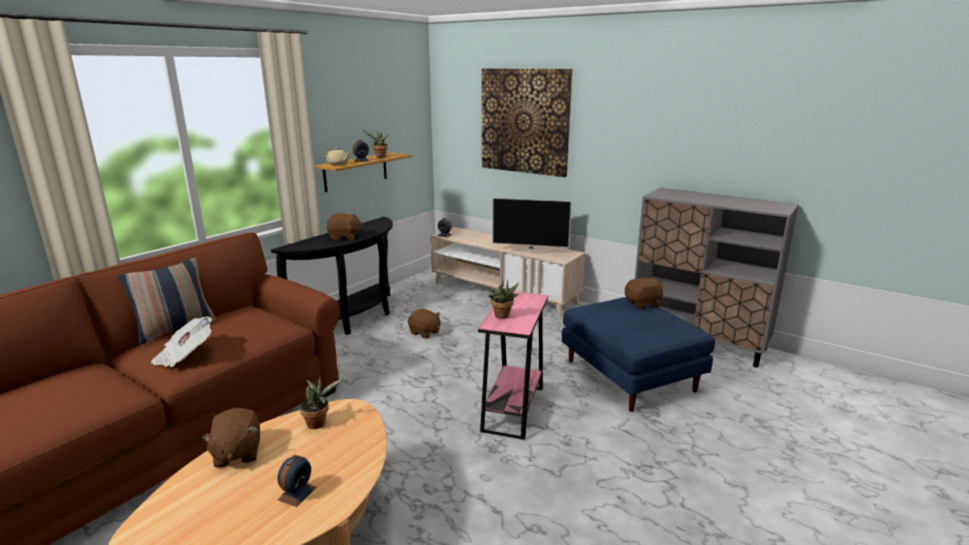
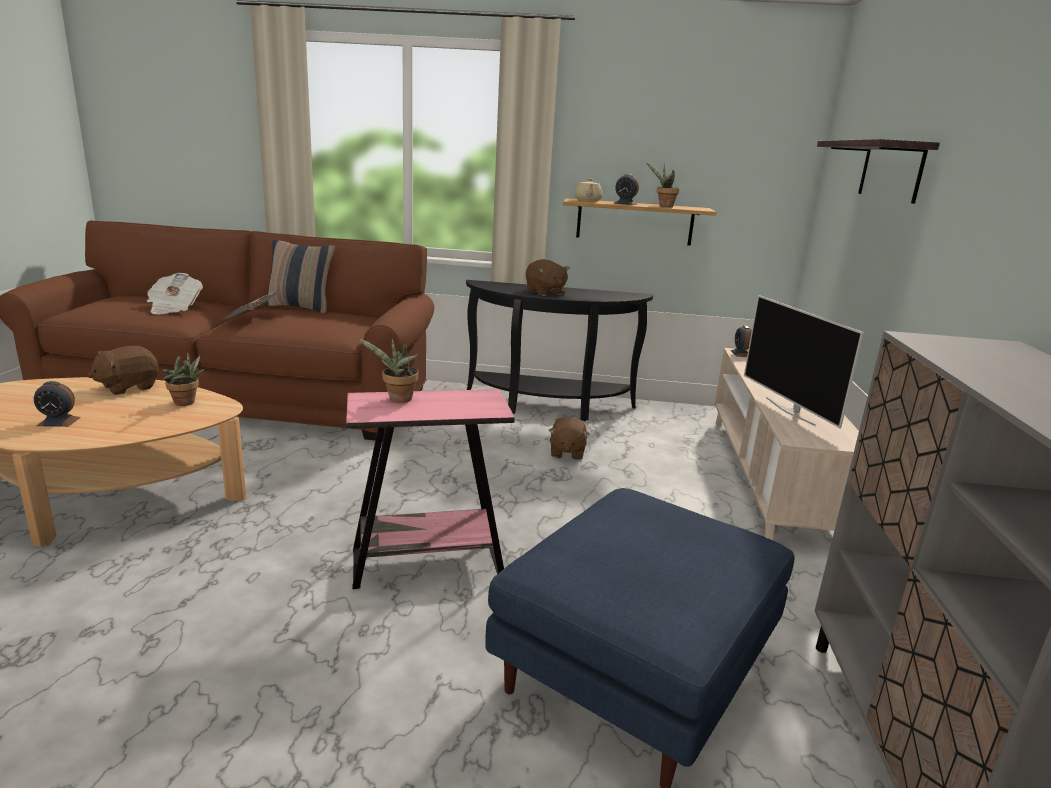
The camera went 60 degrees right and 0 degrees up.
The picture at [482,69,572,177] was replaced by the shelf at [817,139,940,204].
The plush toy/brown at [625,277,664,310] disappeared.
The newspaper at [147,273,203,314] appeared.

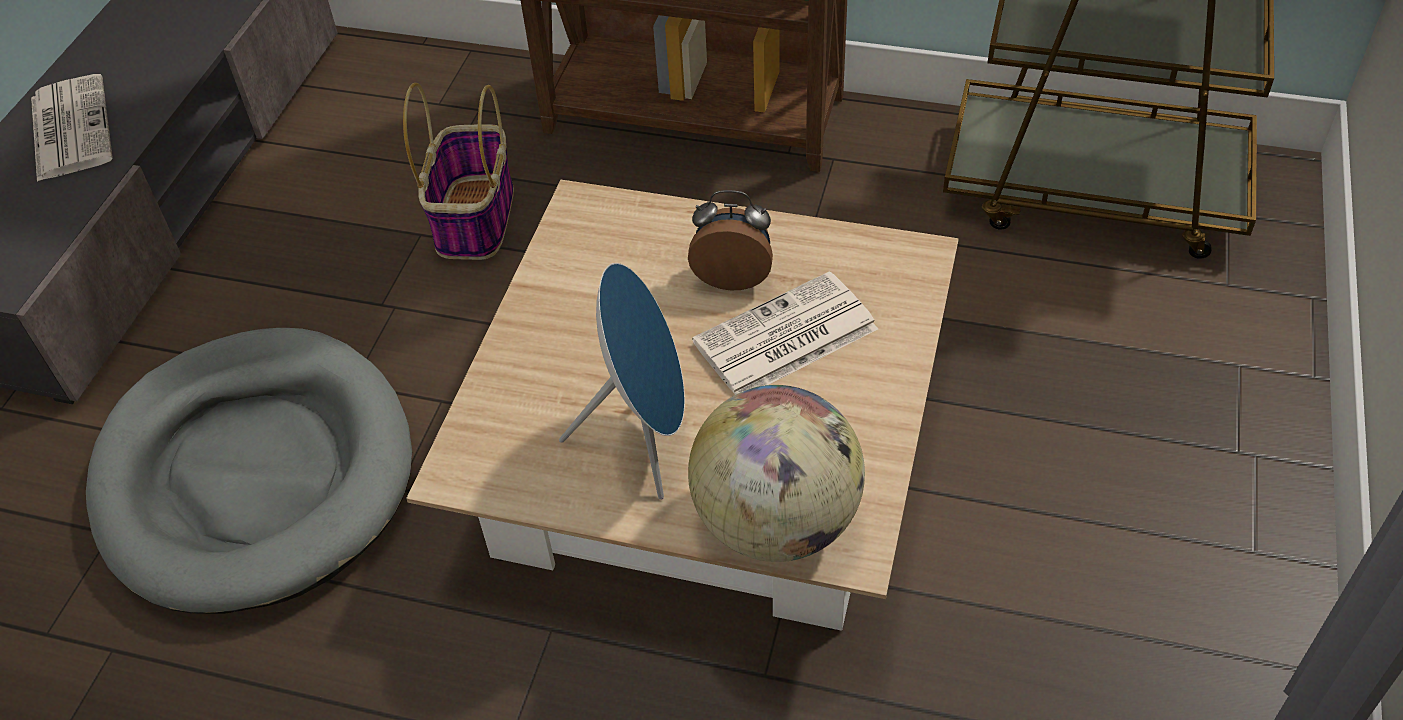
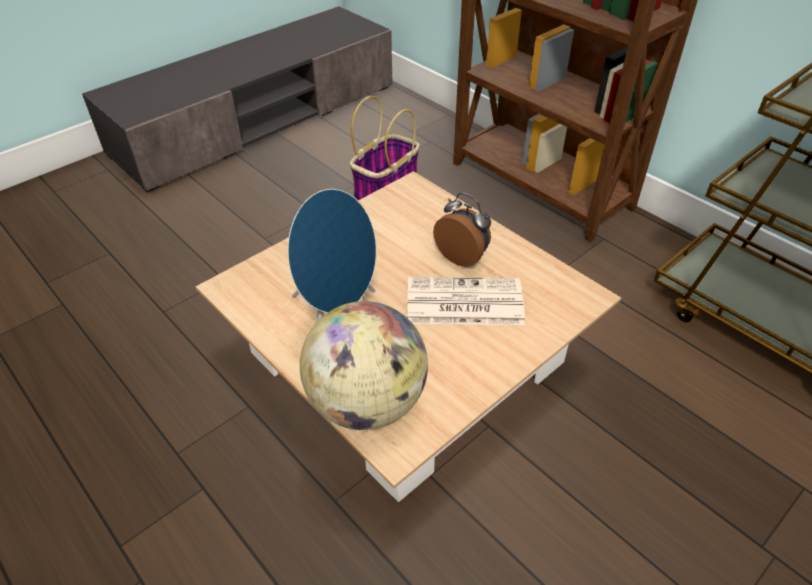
The camera went 30 degrees right and 5 degrees down.
The newspaper at [31,74,113,182] disappeared.
The dog bed/grey at [86,328,412,614] disappeared.

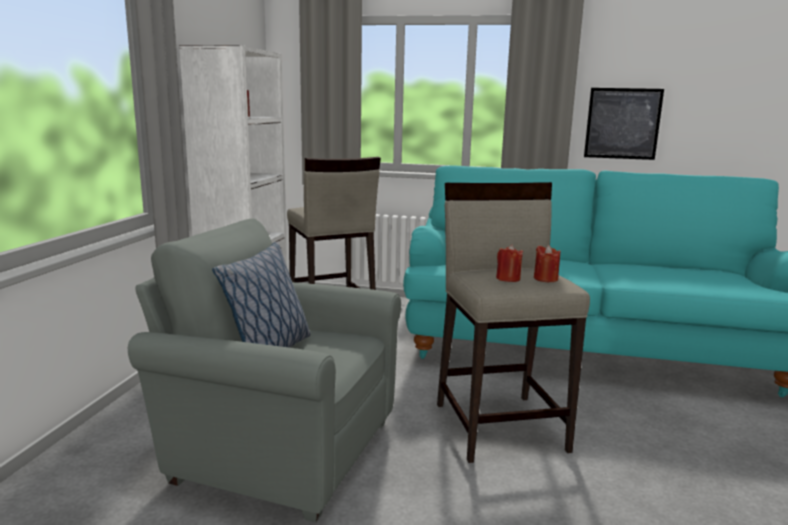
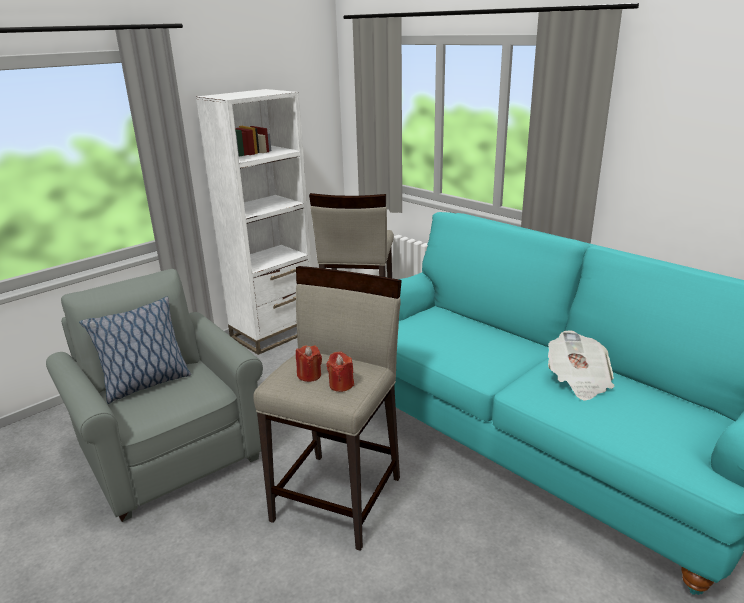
The camera went 35 degrees right and 10 degrees up.
The picture at [584,88,664,160] disappeared.
The newspaper at [548,330,615,401] appeared.

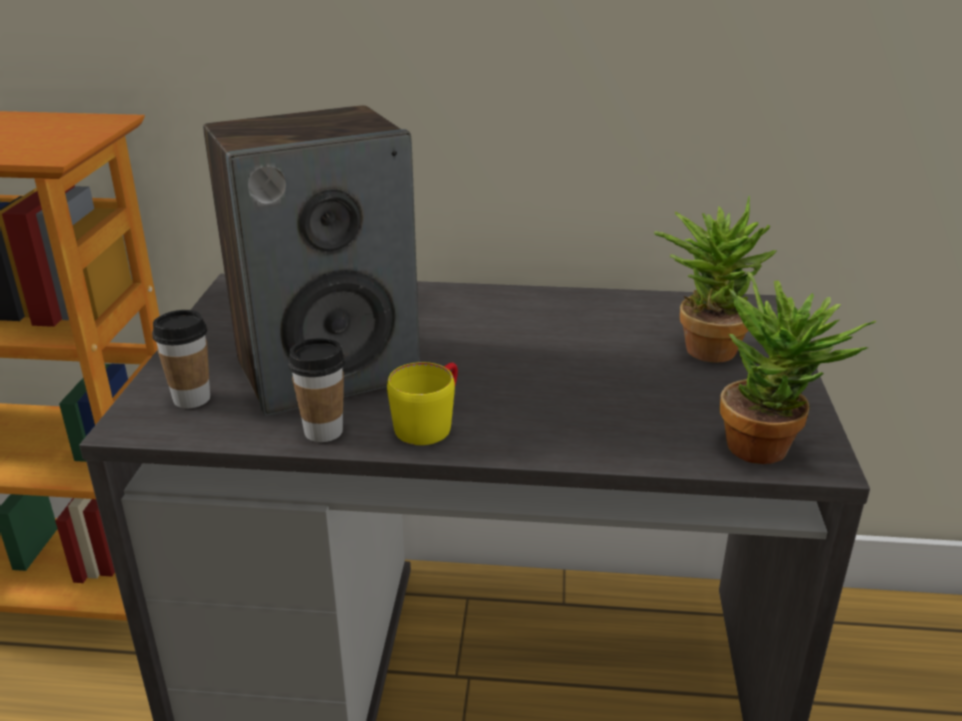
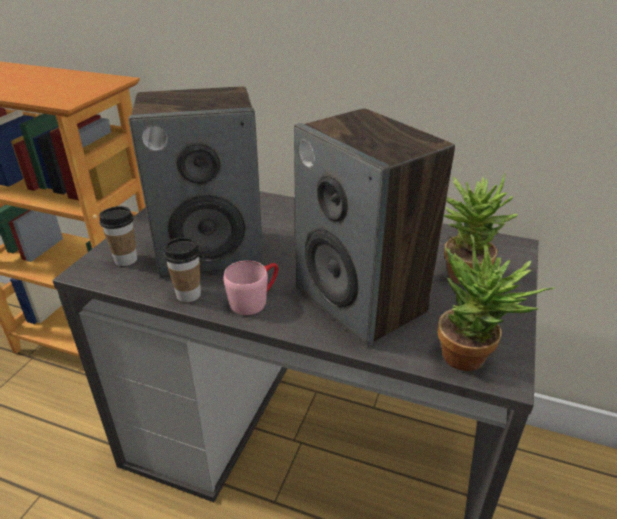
The camera went 15 degrees right and 5 degrees up.
The mug/yellow at [387,362,458,445] became the mug/pink at [223,261,278,315].
The speaker at [294,108,455,346] appeared.

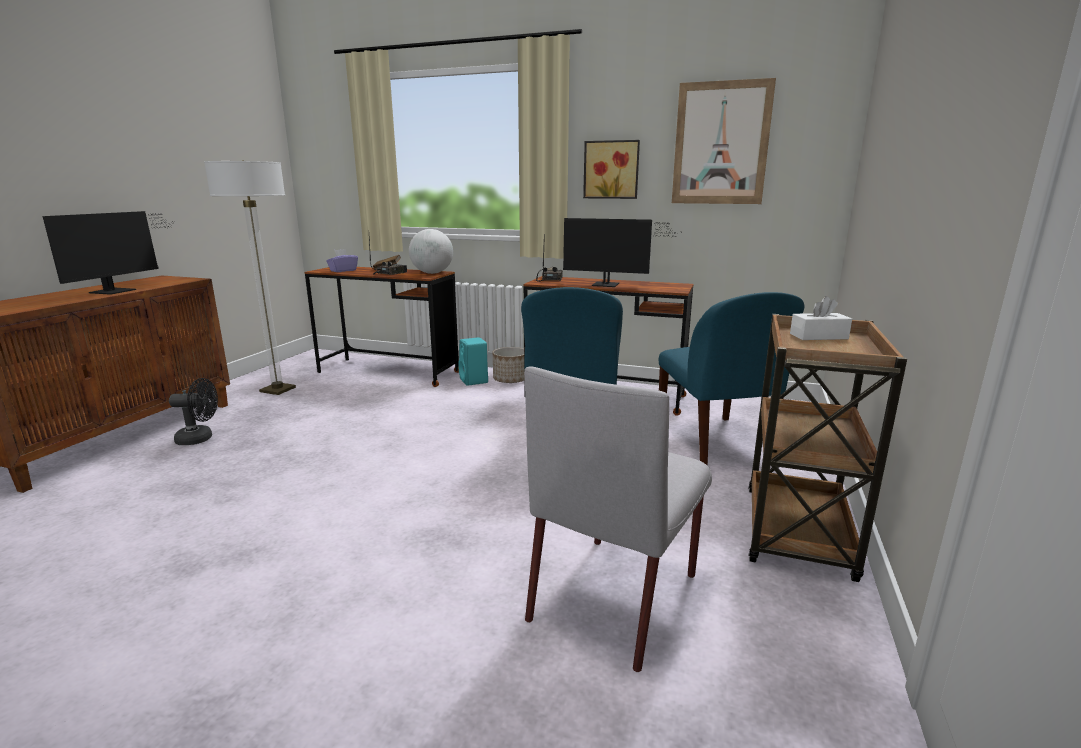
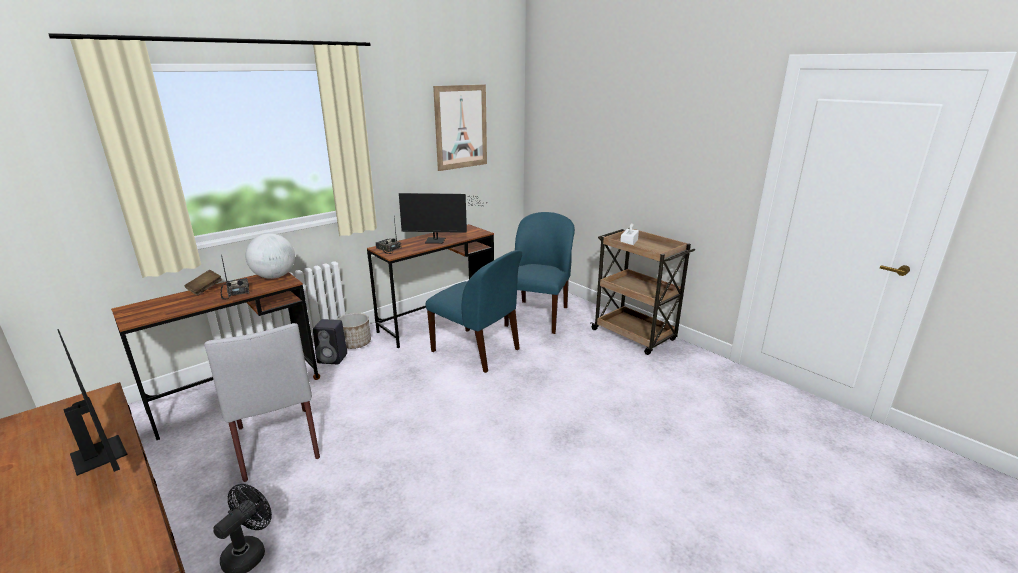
The camera went 60 degrees left and 5 degrees up.
The picture at [583,140,640,199] disappeared.
The floor lamp at [204,161,296,395] disappeared.
The monitor at [563,218,681,287] turned 45 degrees clockwise.
The tissue box/purple at [326,249,358,272] disappeared.
The chair/blue at [659,292,804,466] turned 90 degrees counterclockwise.
The speaker/turquoise at [458,337,488,386] became the speaker/black at [313,319,347,364].
The chair/grey moved from [524,367,712,672] to [204,323,320,482].

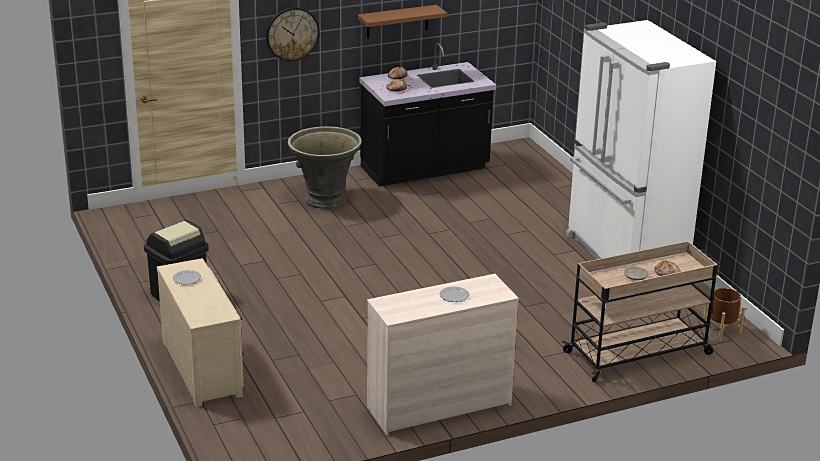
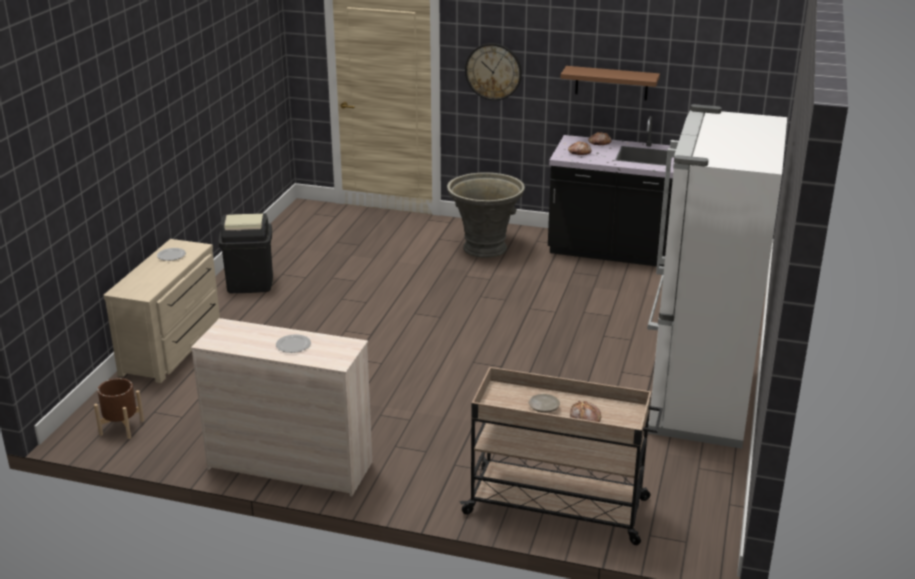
The camera went 40 degrees right and 0 degrees up.
The planter/brown moved from [703,288,745,340] to [94,378,144,439].

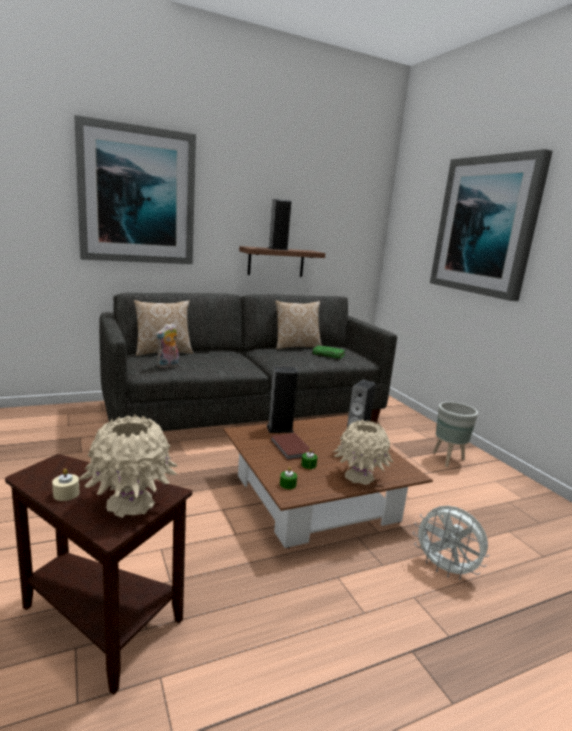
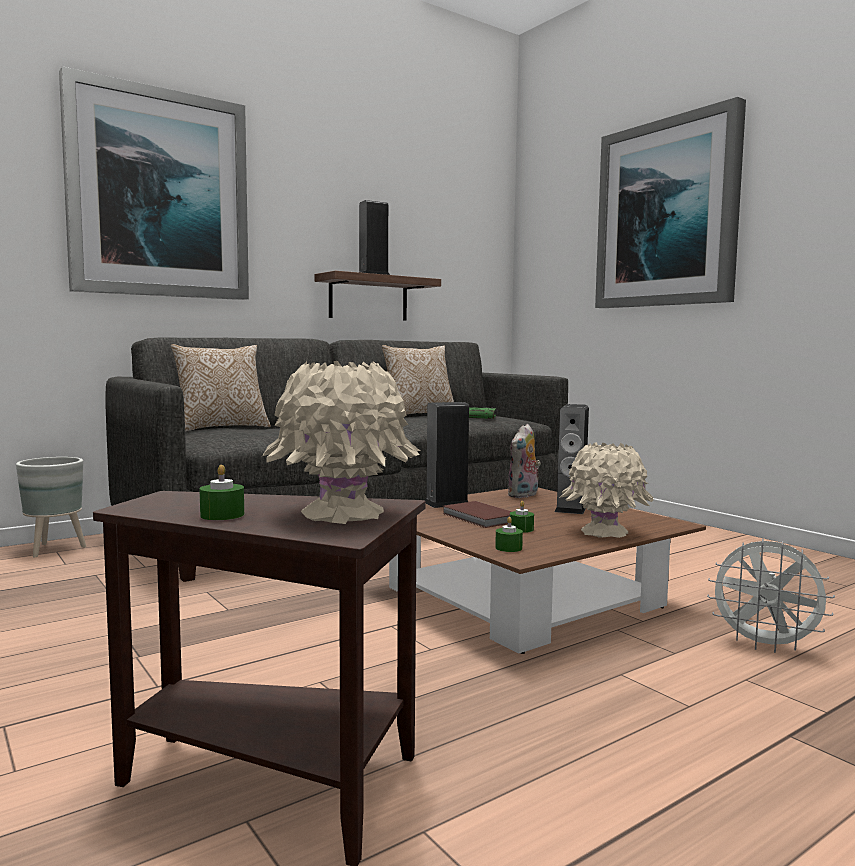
The camera went 10 degrees left and 10 degrees down.
The plush toy moved from [155,323,179,369] to [508,424,541,498].
The planter/grey moved from [433,402,478,467] to [16,457,86,557].
The candle/beige at [52,468,79,501] became the candle/green at [199,465,244,520].

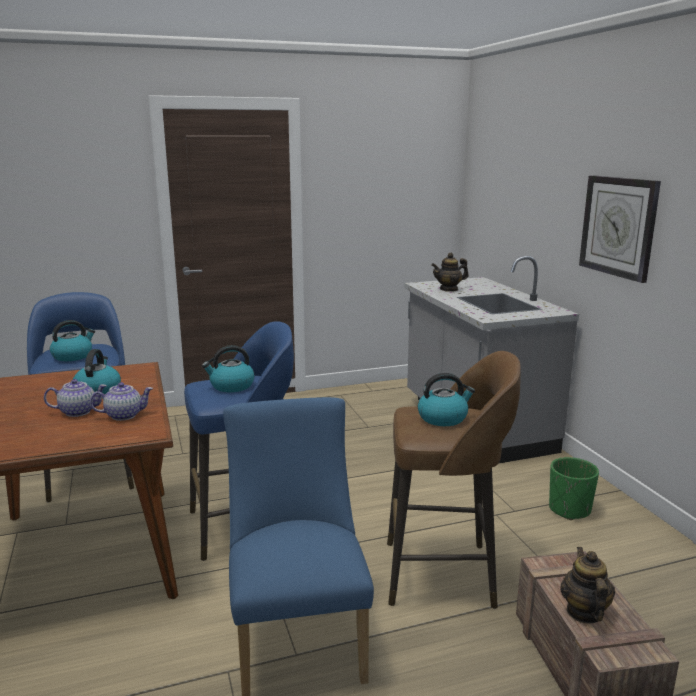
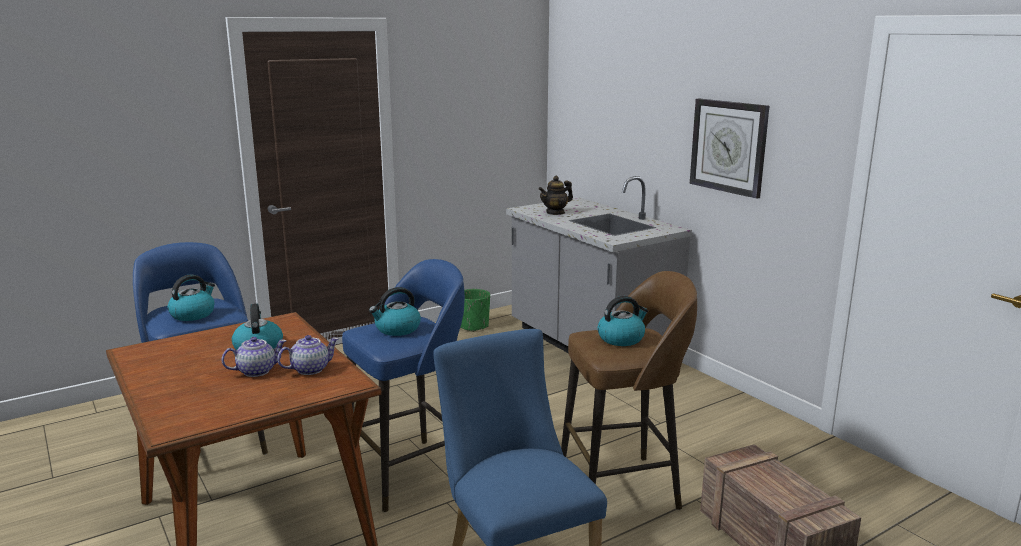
The camera went 15 degrees left and 0 degrees up.
The planter/green moved from [549,457,599,520] to [461,289,490,332].
The teapot at [560,547,615,624] disappeared.

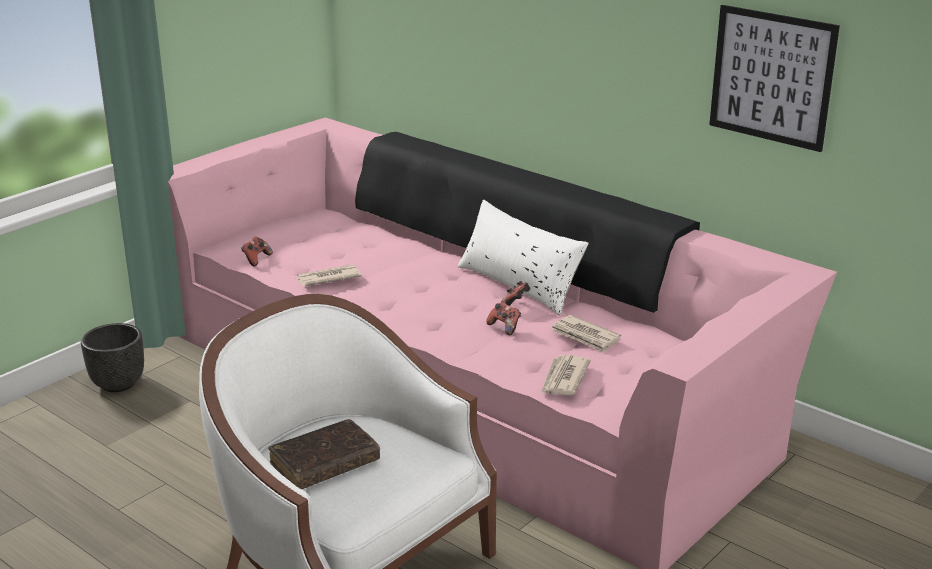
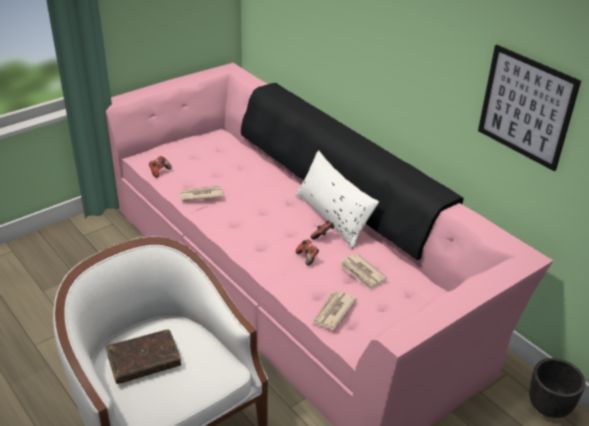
The camera went 10 degrees right and 10 degrees up.
The planter/black moved from [81,323,144,392] to [529,358,585,418].

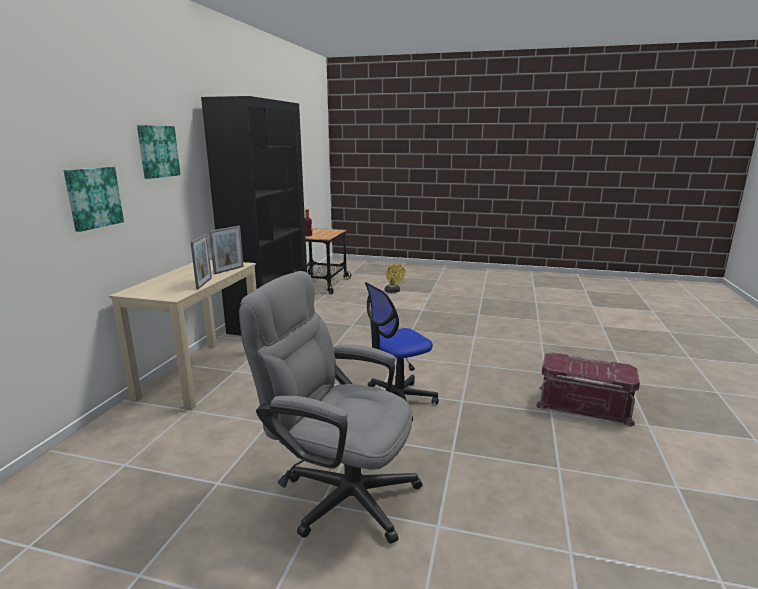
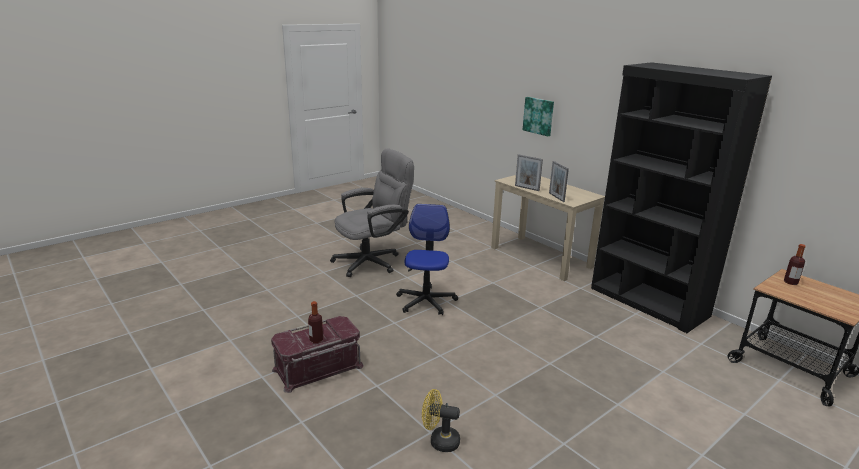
The camera went 125 degrees right and 5 degrees up.
The picture at [137,125,181,179] disappeared.
The fan/yellow moved from [385,264,405,293] to [422,389,460,452].
The bottle at [308,301,323,343] appeared.

